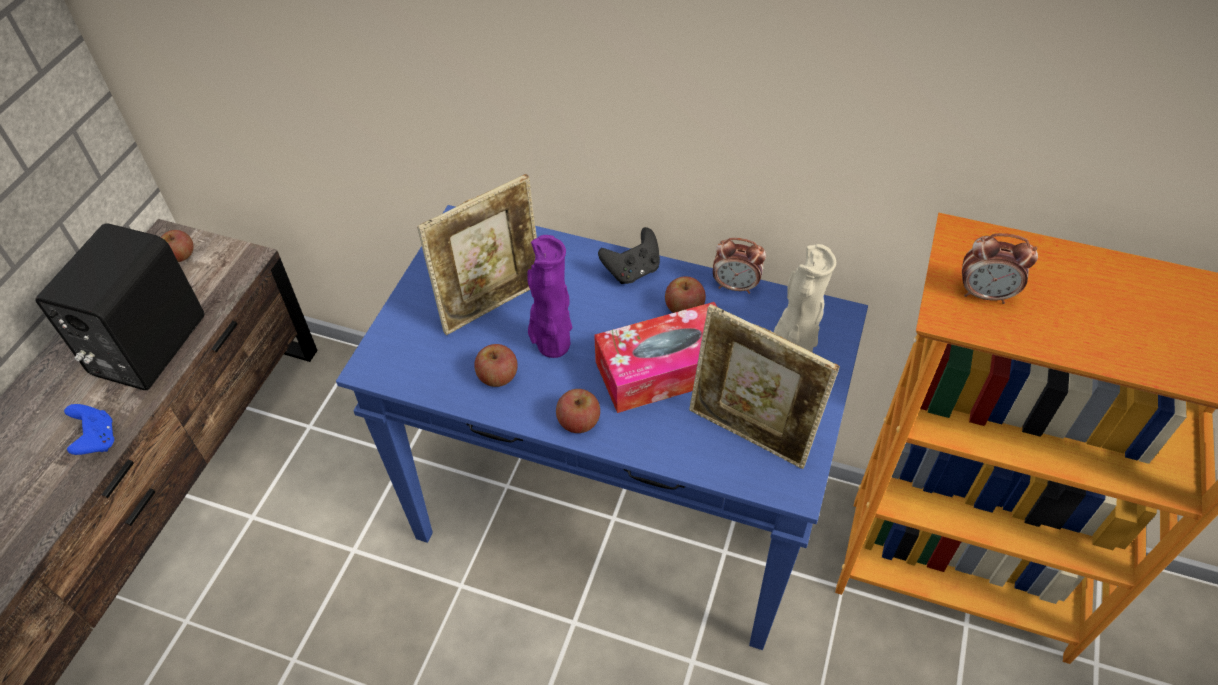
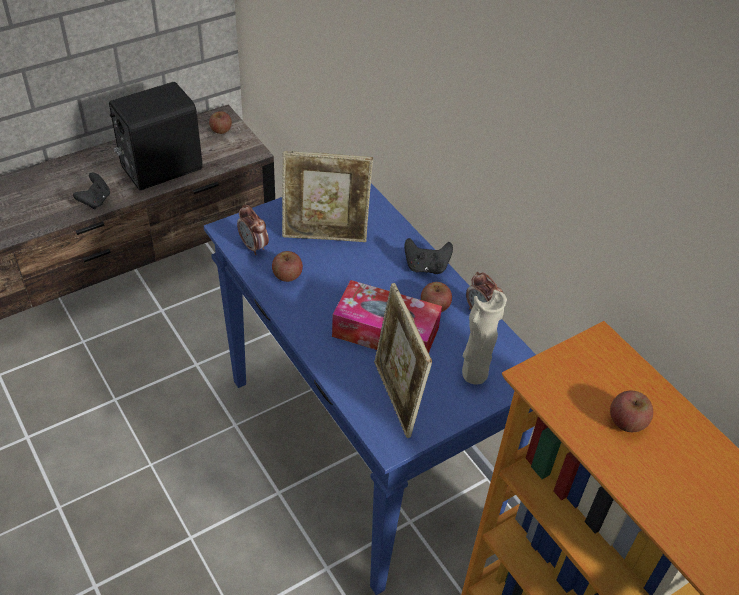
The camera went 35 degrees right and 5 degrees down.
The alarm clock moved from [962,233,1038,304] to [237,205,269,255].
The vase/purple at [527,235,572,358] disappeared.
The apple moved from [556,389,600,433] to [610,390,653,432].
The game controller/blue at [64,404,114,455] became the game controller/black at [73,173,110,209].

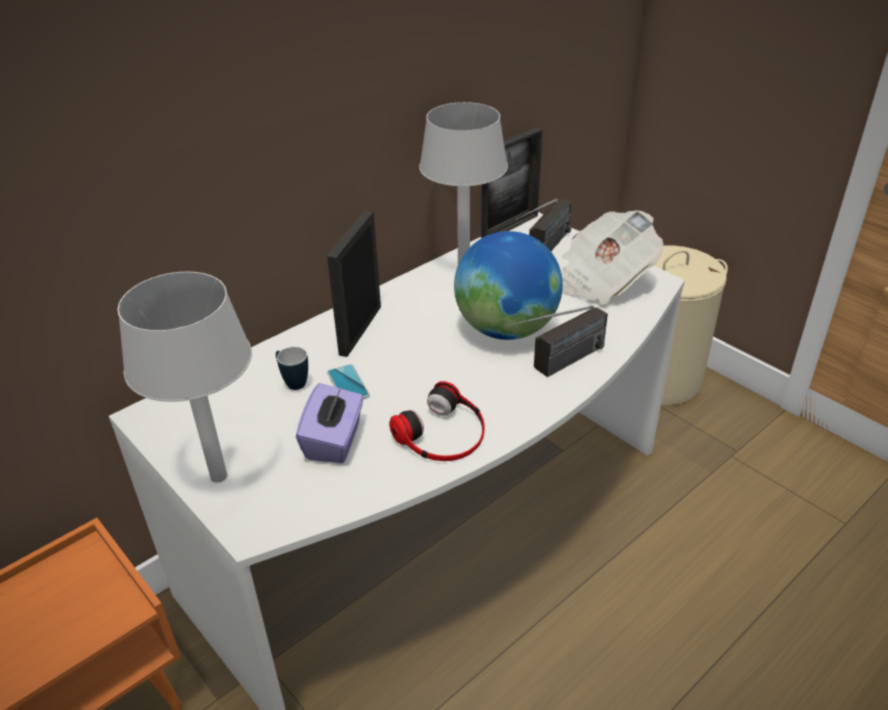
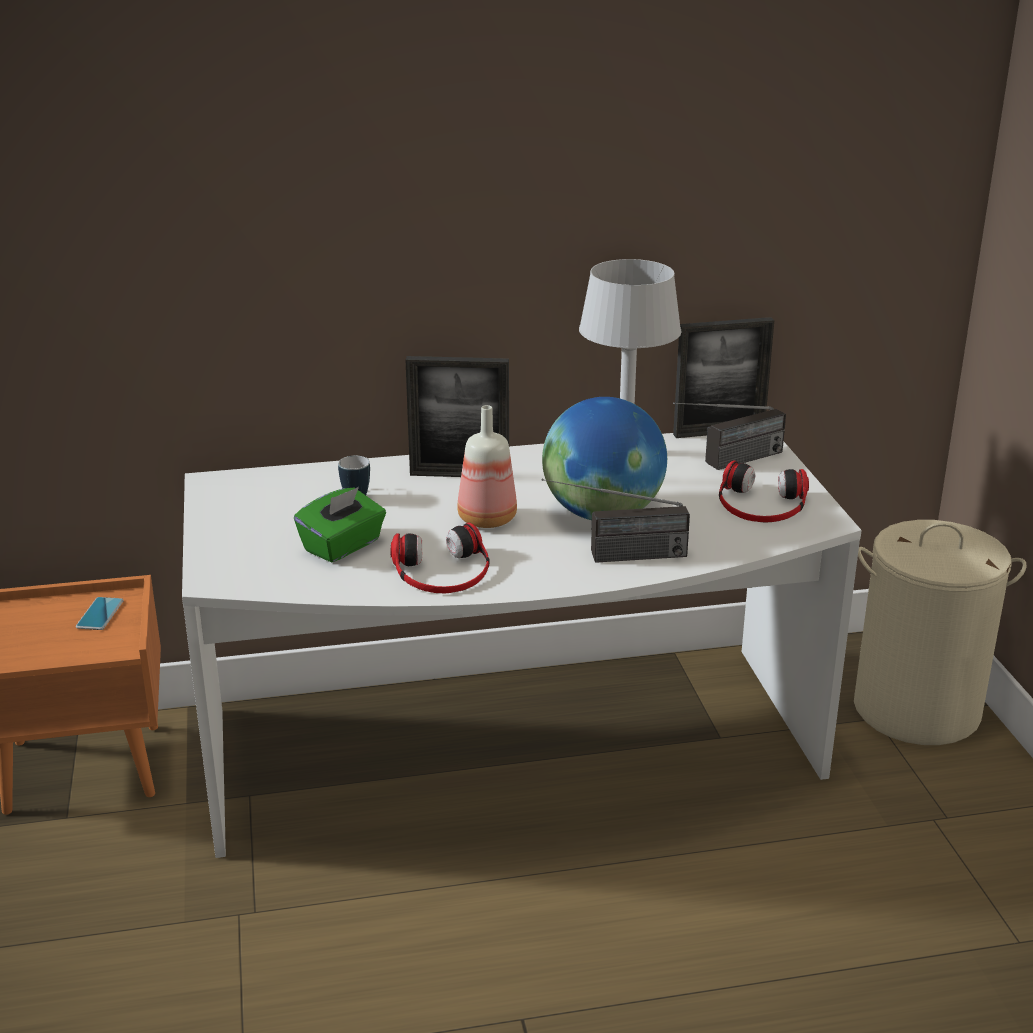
The camera went 30 degrees right and 10 degrees down.
The newspaper at [561,210,664,304] was replaced by the headphones at [719,461,809,522].
The picture frame at [327,211,381,357] turned 135 degrees counterclockwise.
The table lamp/grey at [118,272,252,483] disappeared.
The phone moved from [327,364,370,399] to [76,597,123,630].
The tissue box/purple at [296,383,364,463] became the tissue box/green at [294,487,386,563].
The bottle at [457,405,517,528] appeared.

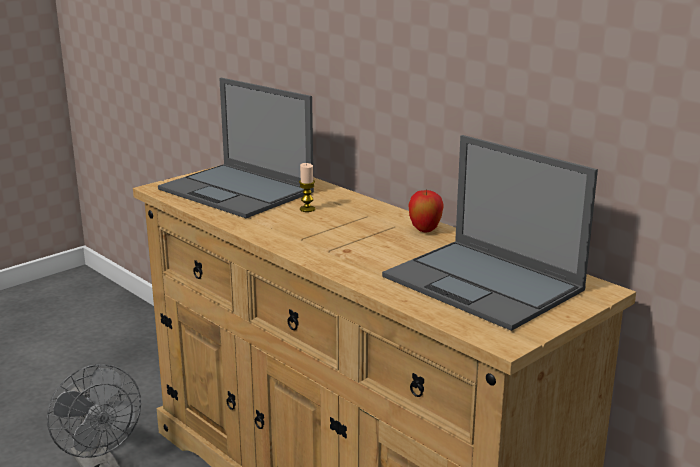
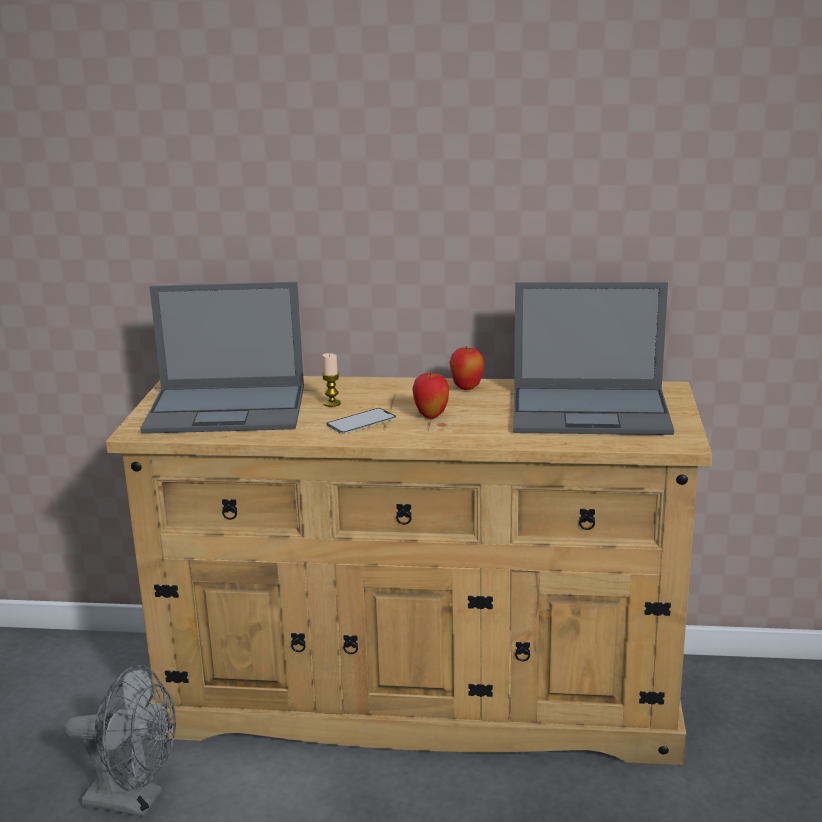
The camera went 40 degrees left and 0 degrees up.
The apple at [412,371,449,419] appeared.
The phone at [326,408,396,434] appeared.

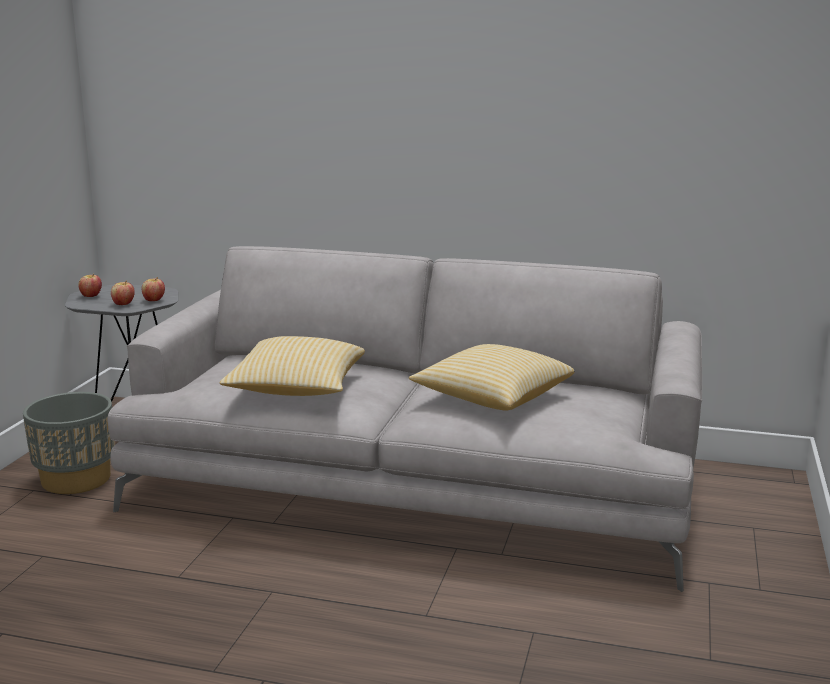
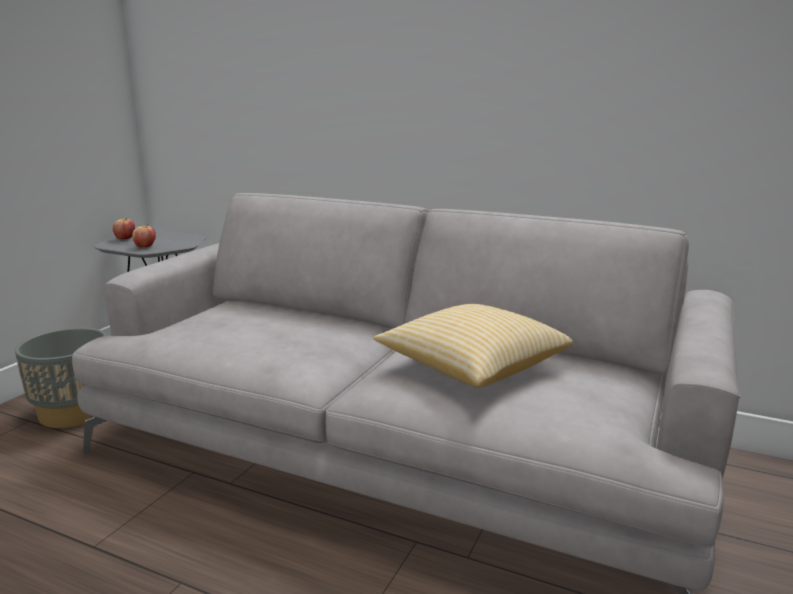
The camera went 10 degrees right and 0 degrees up.
The apple at [142,277,165,301] disappeared.
The pillow at [220,336,365,396] disappeared.

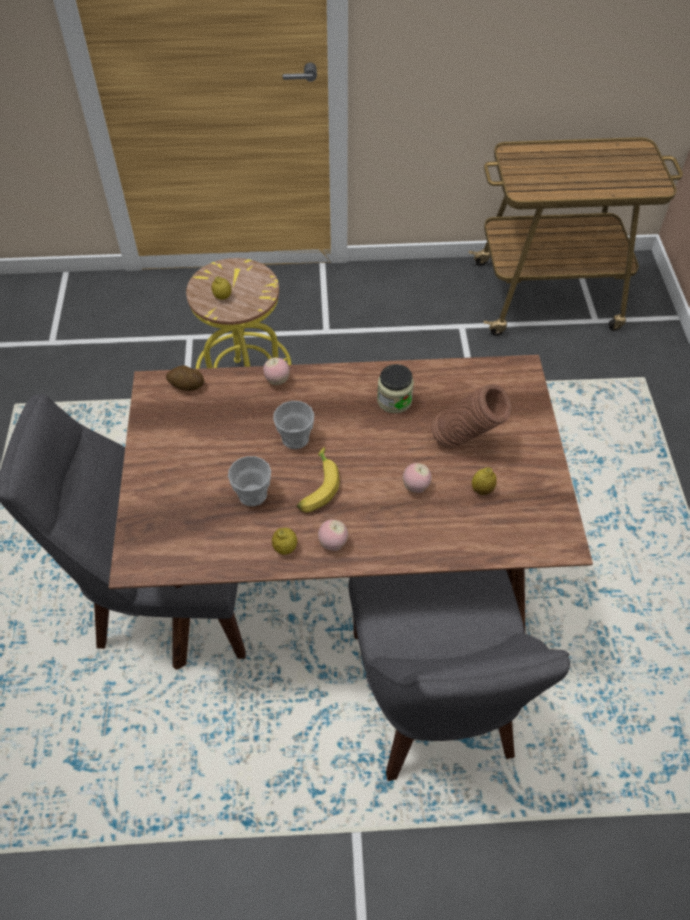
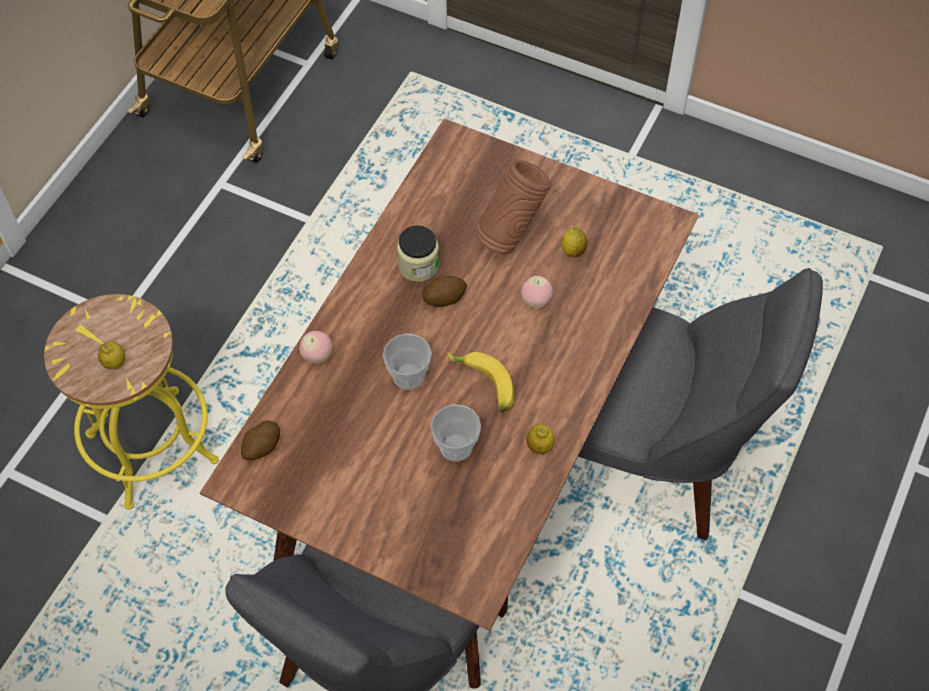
The camera went 60 degrees left and 5 degrees up.
The apple at [318,519,348,551] disappeared.
The potato at [422,276,467,306] appeared.

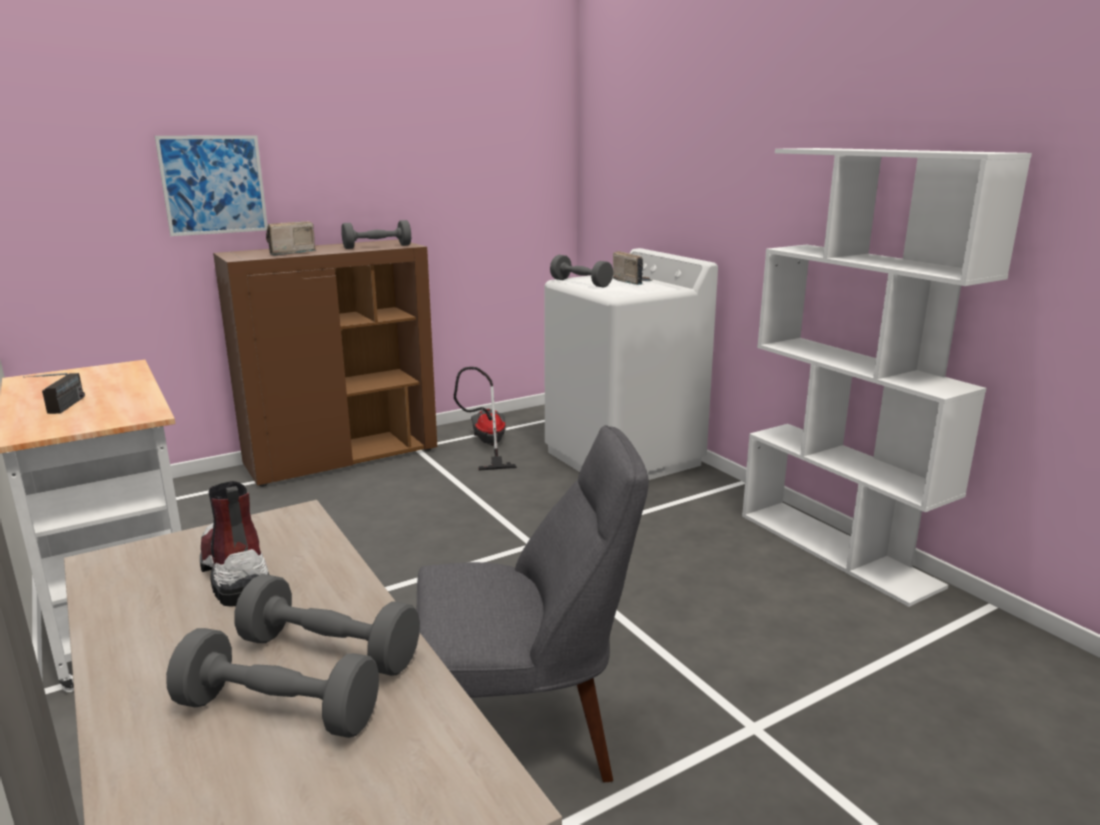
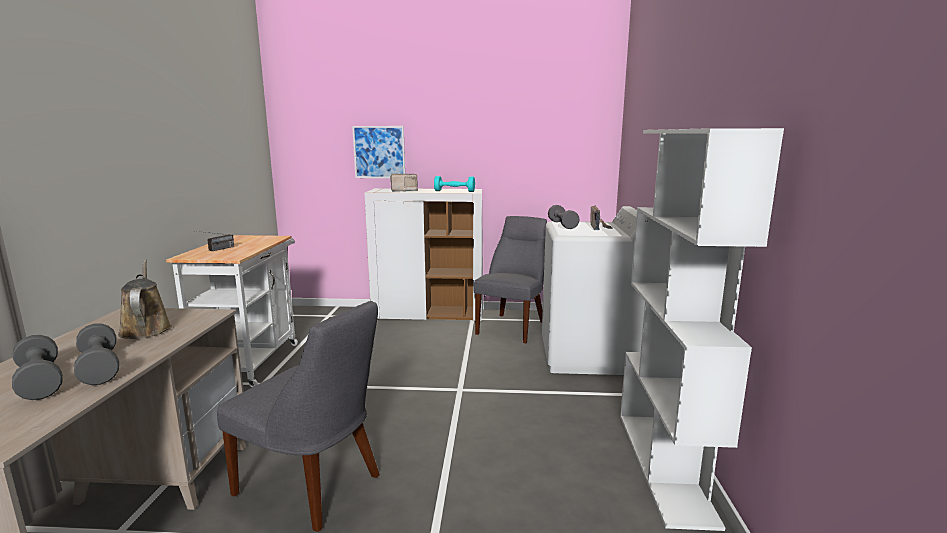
The camera went 35 degrees right and 5 degrees down.
The dumbbell/grey at [341,220,411,249] became the dumbbell/turquoise at [434,176,475,192].
The cabinet/brown at [213,240,437,487] became the cabinet/white at [364,188,483,321].
The vacuum cleaner at [454,367,517,471] was replaced by the chair/grey at [474,216,547,343].
The boot at [200,481,269,607] was replaced by the watering can/brown at [118,260,172,339].

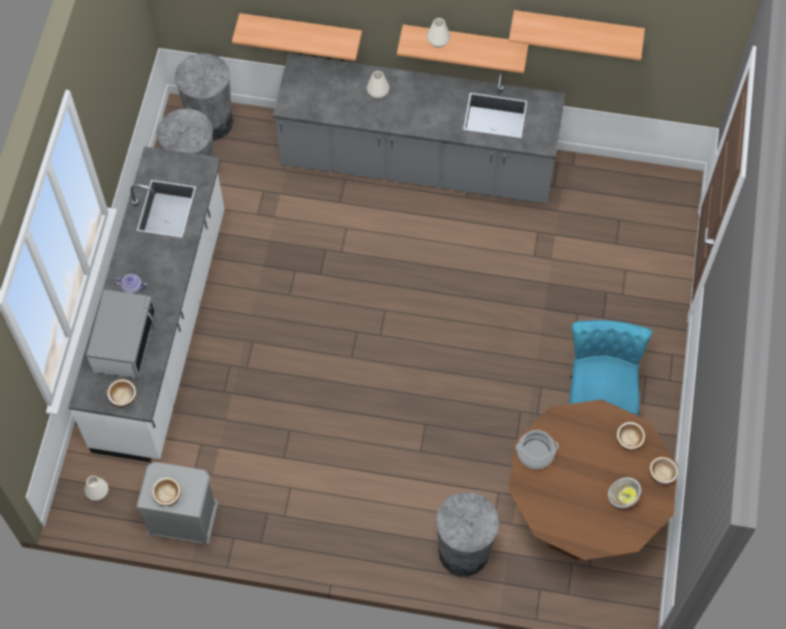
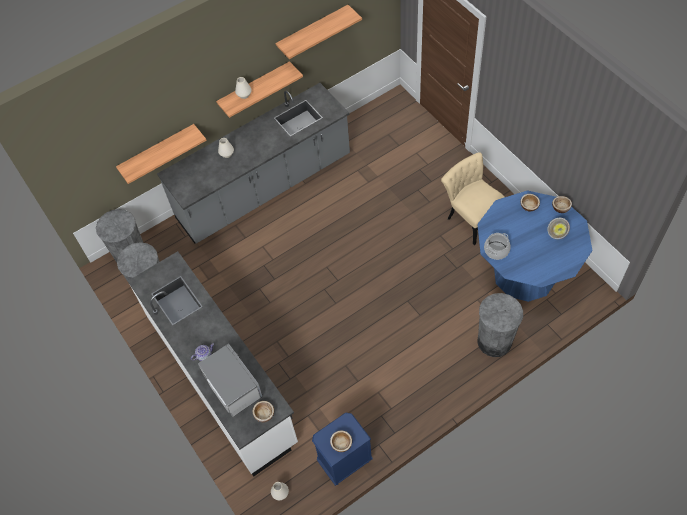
The camera went 40 degrees left and 5 degrees down.
The chair/turquoise at [569,320,653,416] became the chair/beige at [441,152,504,245].
The dining table/brown at [508,399,678,560] became the dining table/blue at [477,190,593,302].
The nightstand/grey at [136,462,218,545] became the nightstand/blue at [312,413,373,486].

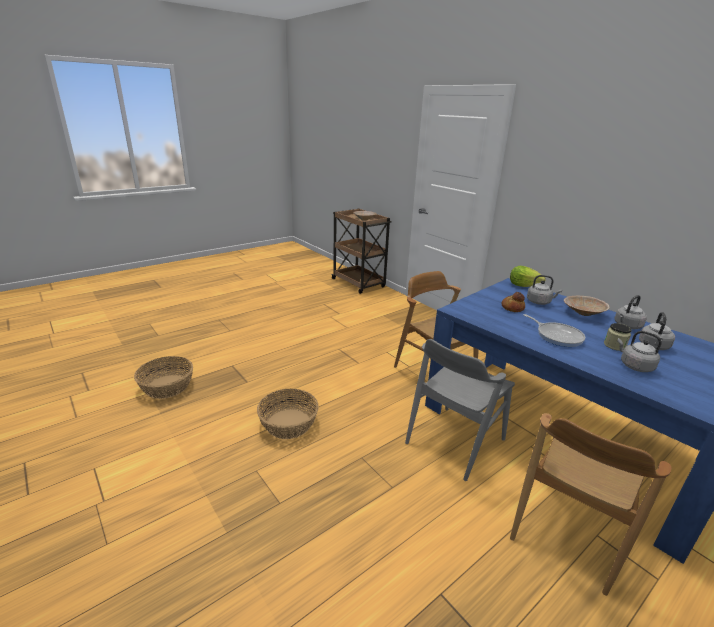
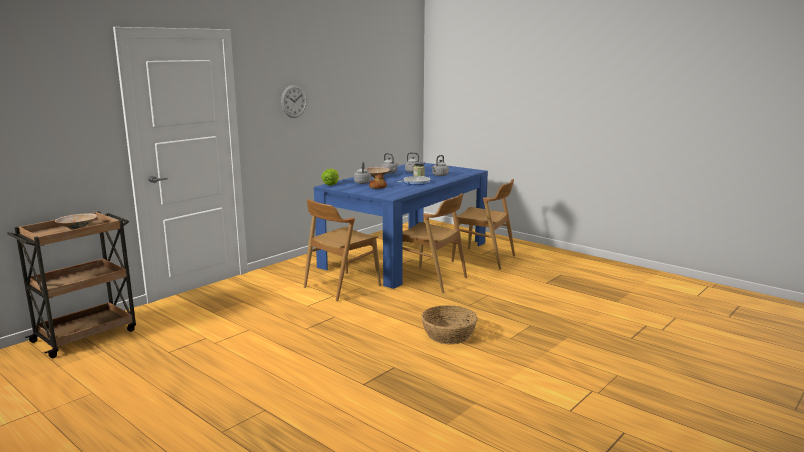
The camera went 100 degrees left and 10 degrees down.
The chair/grey at [405,339,515,481] became the chair/brown at [403,193,467,293].
The basket at [134,356,193,399] disappeared.
The wall clock at [281,85,307,118] appeared.

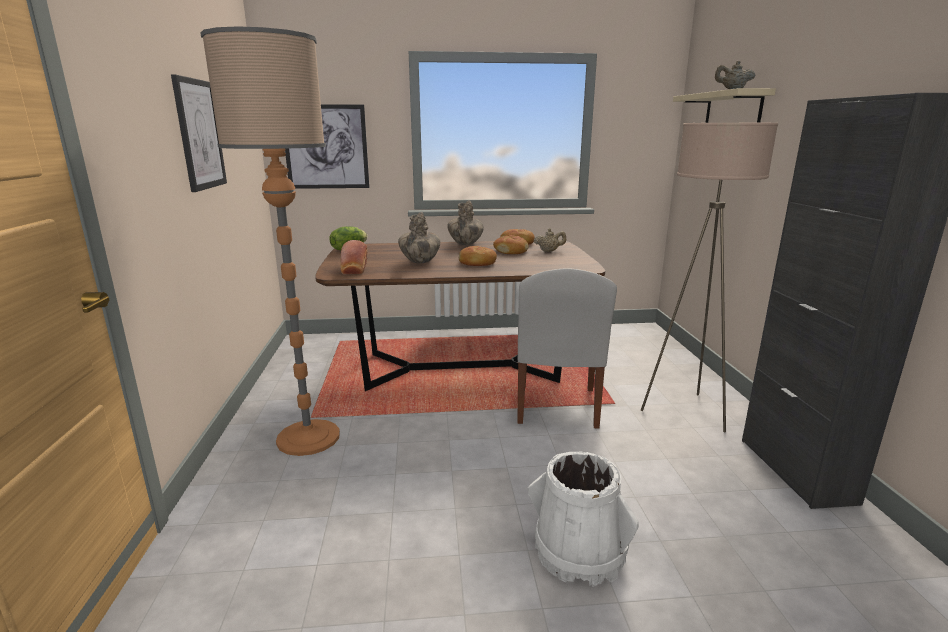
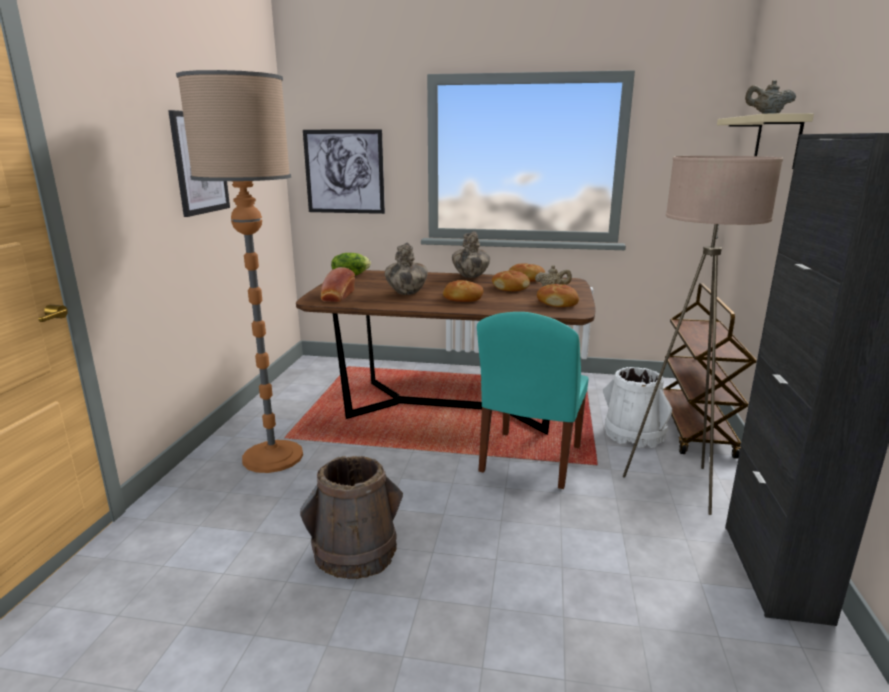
The camera went 15 degrees right and 0 degrees up.
The chair/white at [517,268,617,429] became the chair/turquoise at [477,312,589,489].
The bucket/white moved from [528,452,639,587] to [603,367,672,448].
The cart/brown at [663,283,757,459] appeared.
The bread at [537,284,579,307] appeared.
The bucket/brown at [300,456,403,579] appeared.

